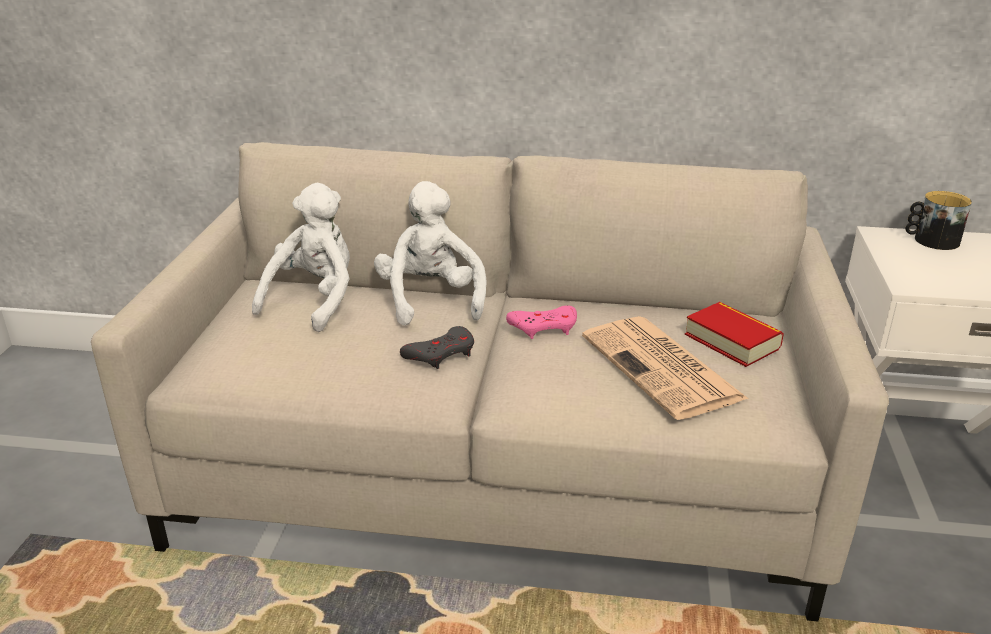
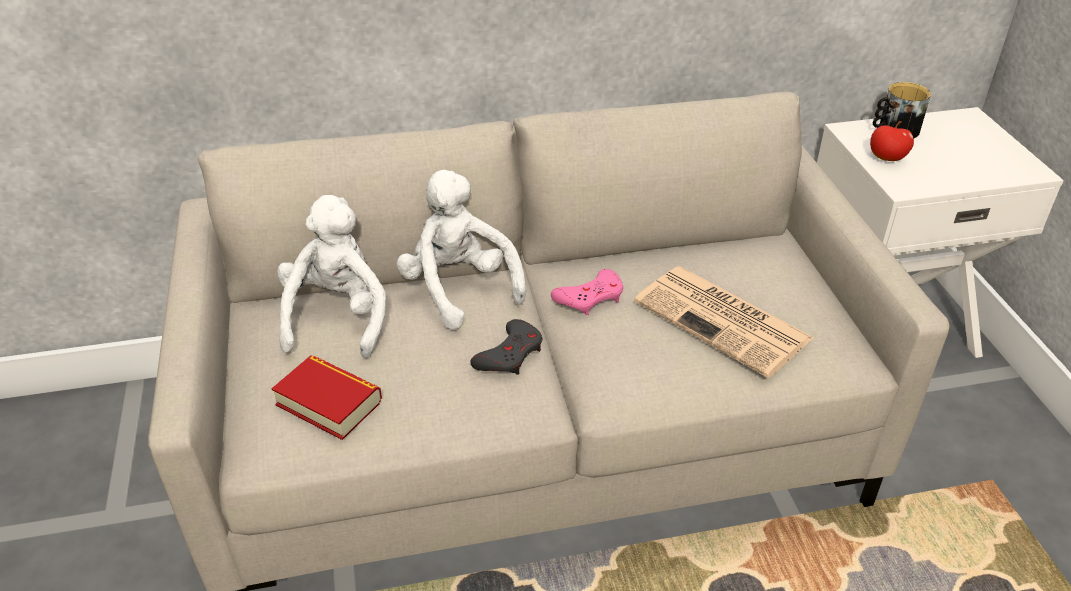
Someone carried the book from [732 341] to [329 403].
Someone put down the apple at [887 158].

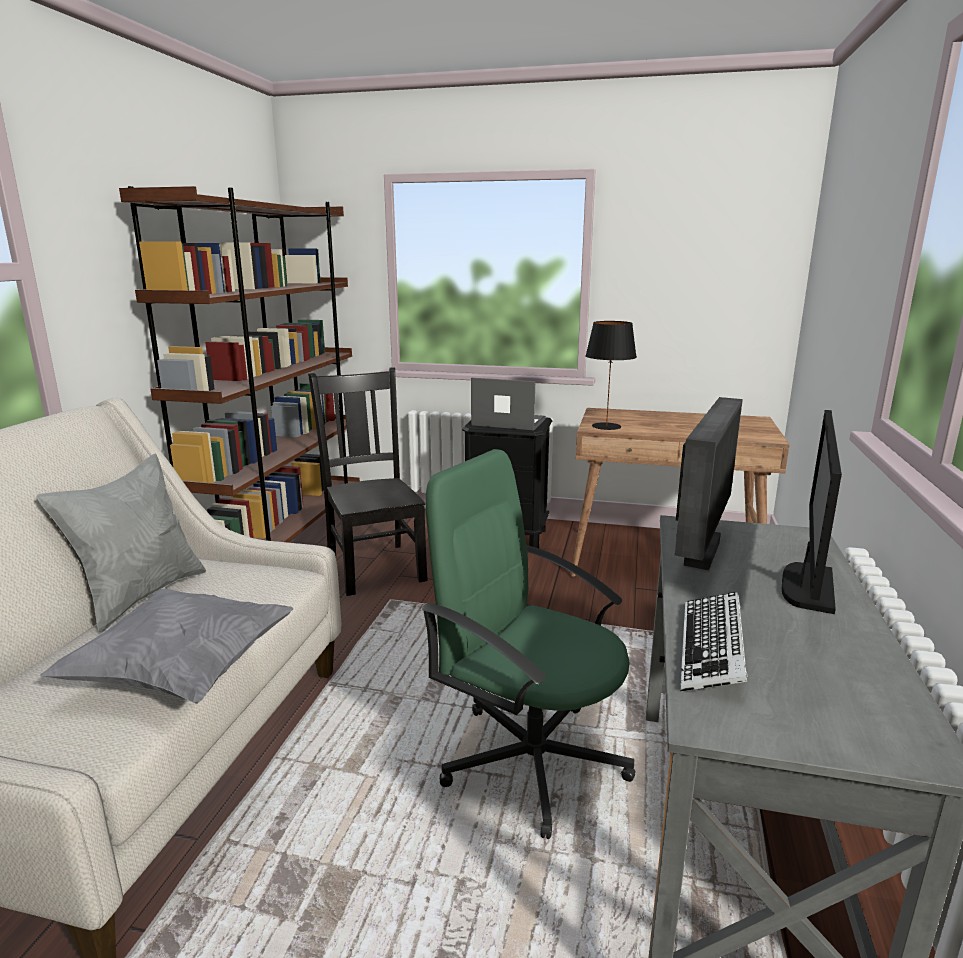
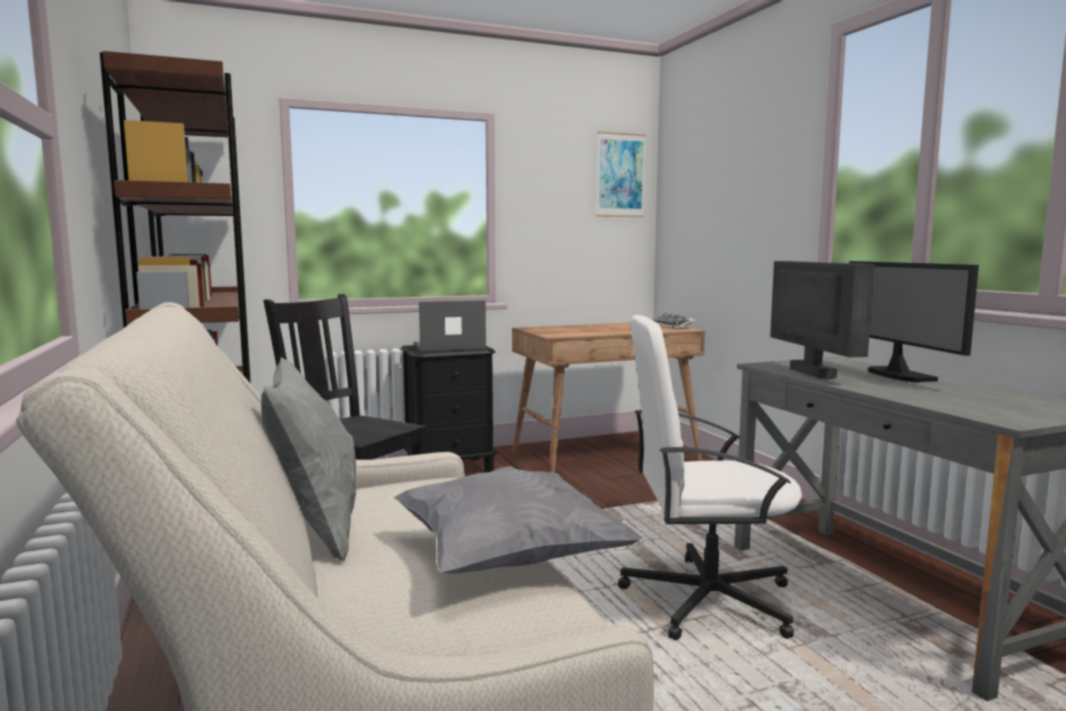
Someone put up the picture at [620 175].
Someone repainted the office chair/green at [531 758], which became the office chair/white at [705 599].
Someone carried the keyboard from [712 649] to [672 326].
Someone took away the table lamp/black at [607 426].

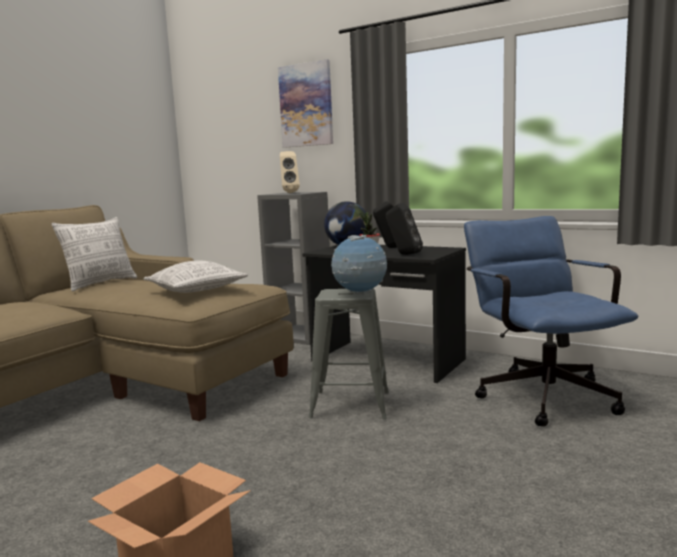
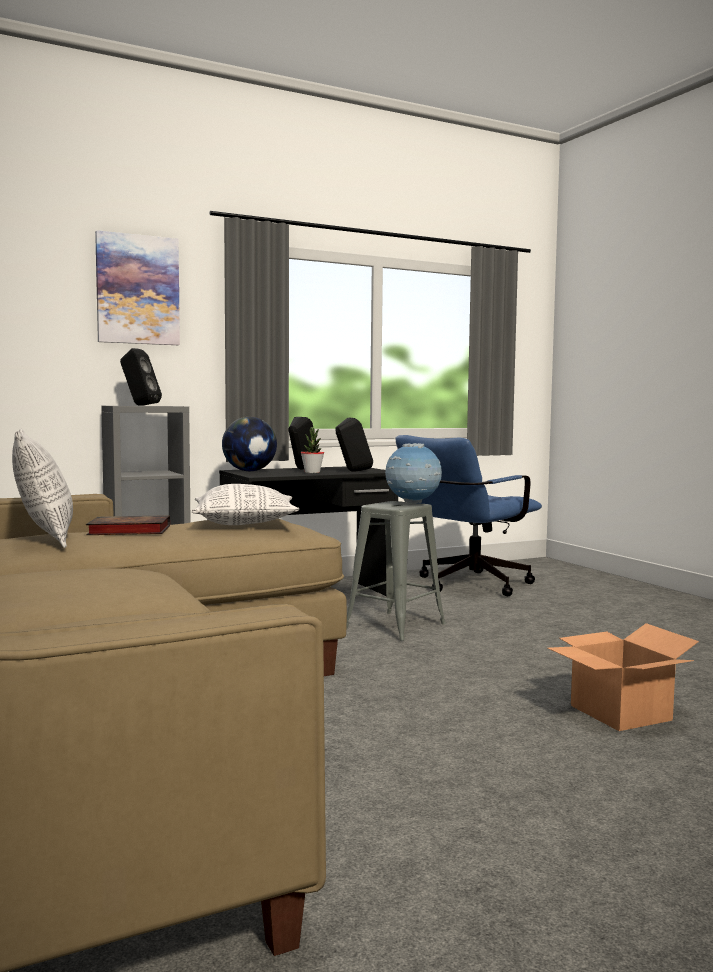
Someone put down the book at [127 531].
Someone repainted the speaker/beige at [289 193], which became the speaker/black at [139 405].
Someone rotated the office chair/blue at [540 393] by 60 degrees counterclockwise.

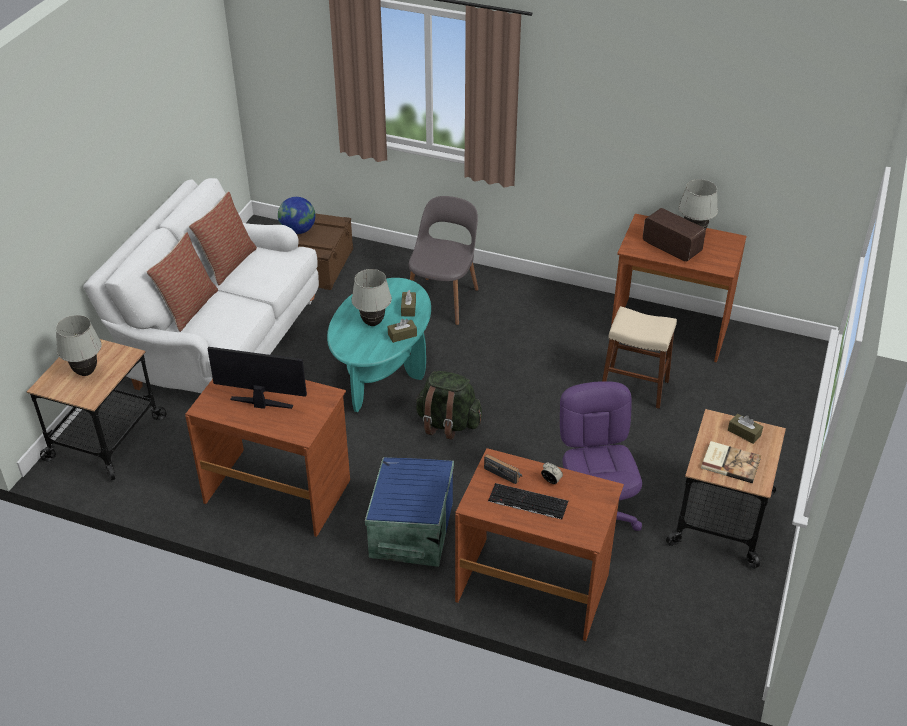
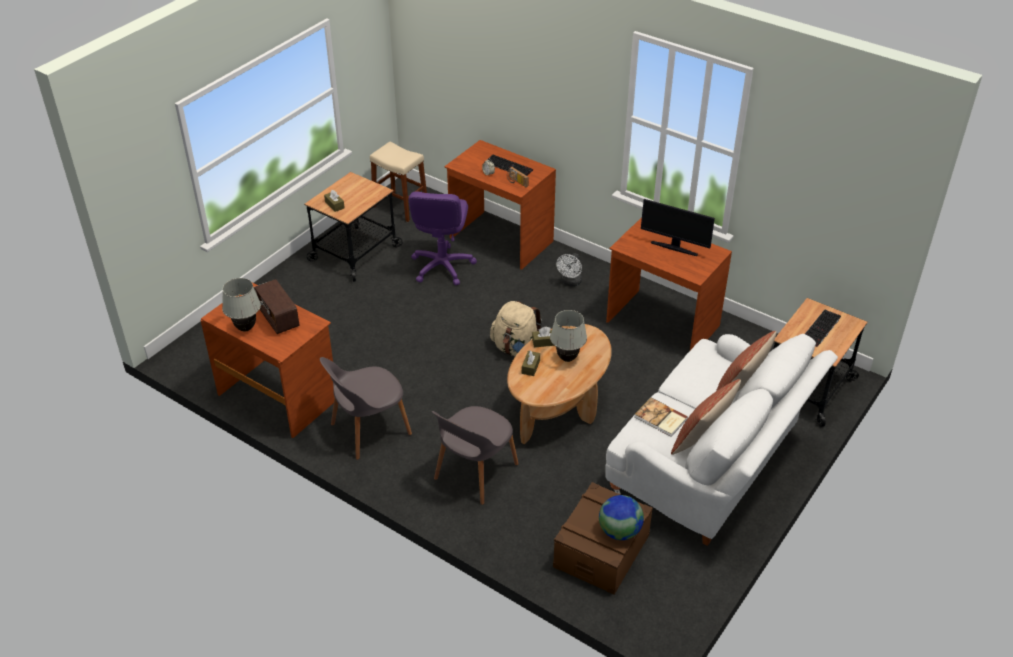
Someone put down the chair/grey at [368 430].
Someone carried the stool/beige from [634 387] to [400 206].
Someone repainted the backpack/green at [447 424], which became the backpack/beige at [517 349].
Someone repainted the coffee table/turquoise at [382 370], which became the coffee table/brown at [558 407].
Someone swapped the storage box/blue at [410 530] for the fan/white at [570 283].
Someone carried the book from [730 463] to [660 419].
Someone swapped the table lamp/white at [86 372] for the keyboard at [821 329].

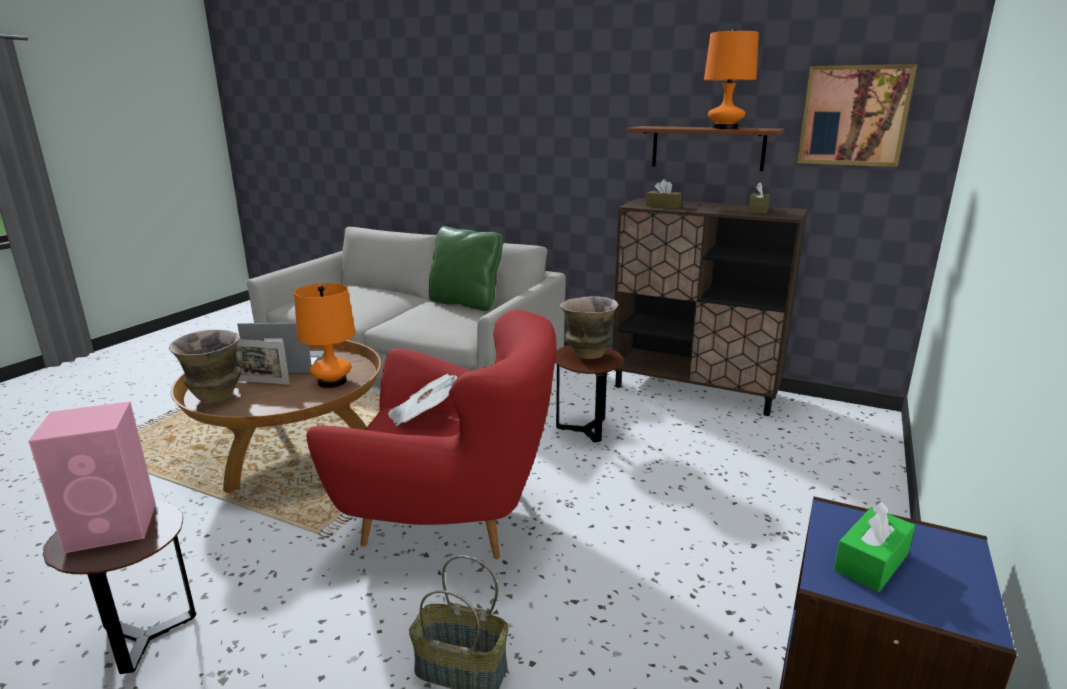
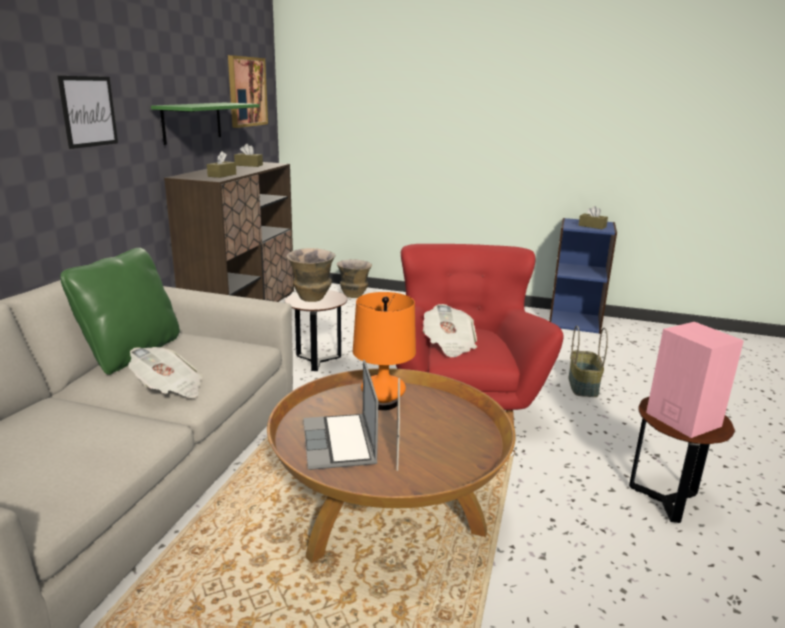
Someone put up the picture at [88 111].
Someone put down the newspaper at [169 389].
Someone repainted the shelf/brown at [707 148], which became the shelf/green at [192 122].
Someone carried the vase from [216 397] to [354 295].
Someone repainted the tissue box/green at [871 562], which became the tissue box/brown at [592 226].
Someone took away the table lamp/orange at [725 128].

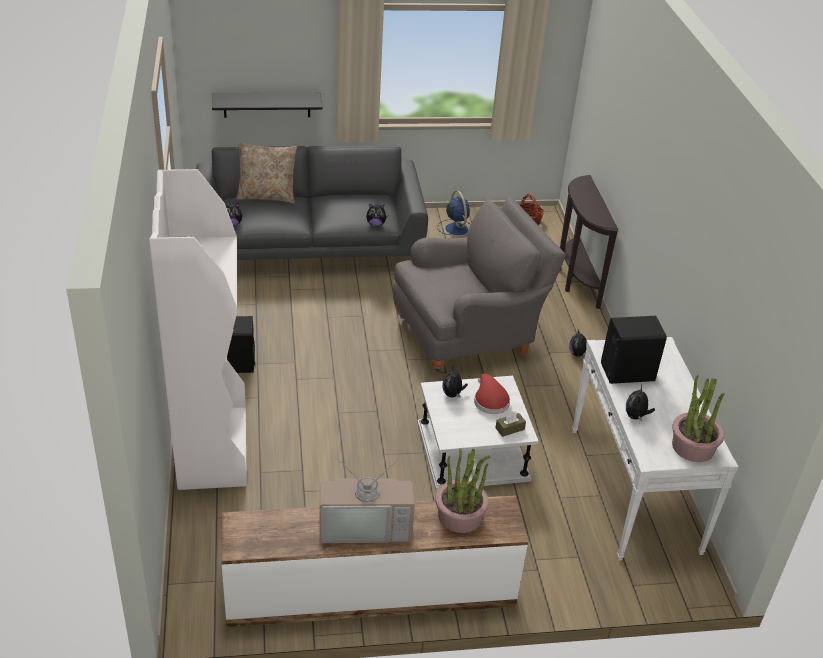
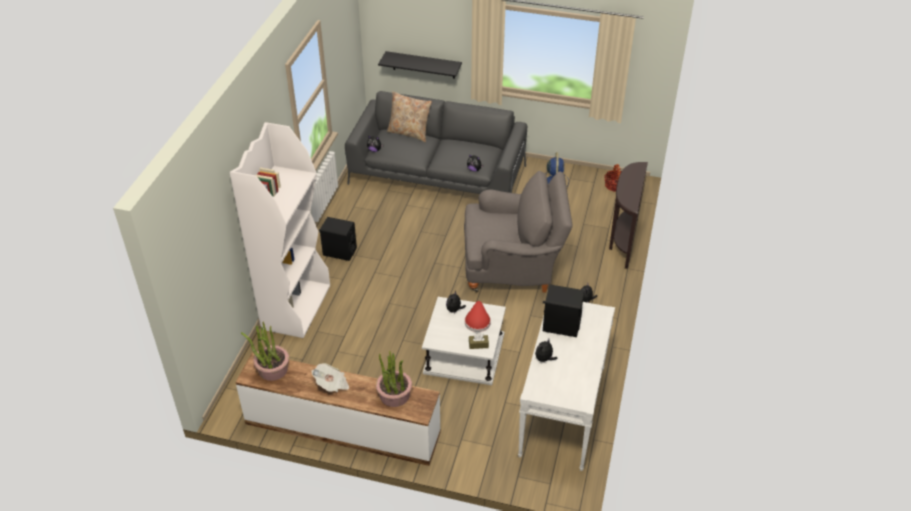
Someone carried the potted plant from [692 447] to [272 369].
Someone swapped the television at [365 526] for the newspaper at [332 384].

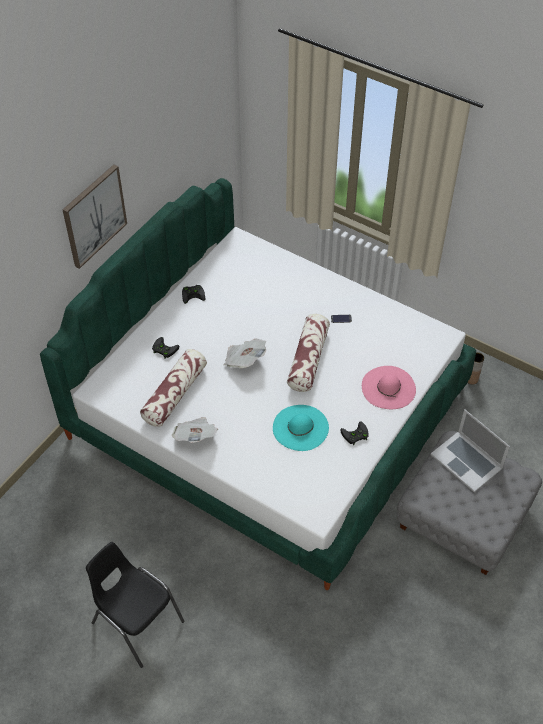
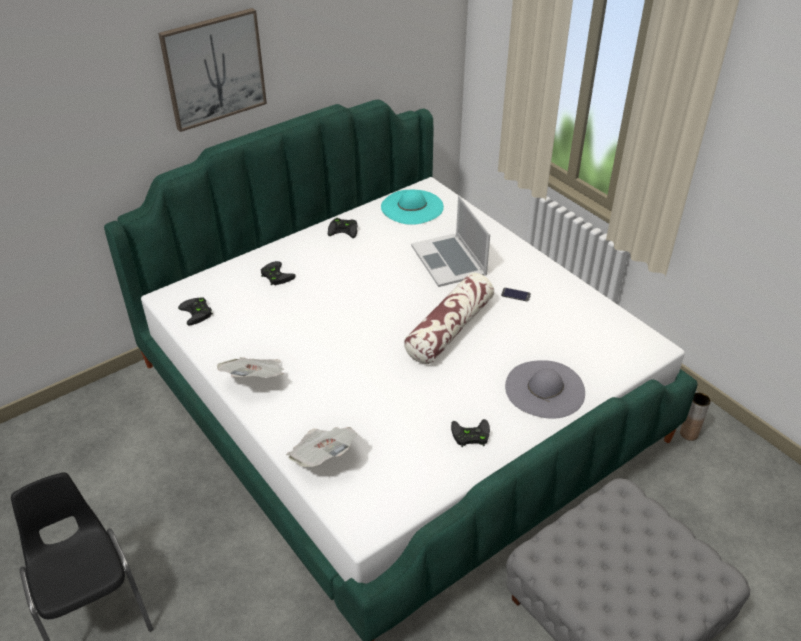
Someone put down the game controller/black at [198 313].
Someone carried the newspaper from [244 360] to [322 456].
Someone carried the hat/turquoise from [300 428] to [412 207].
Someone carried the laptop from [467 461] to [449 260].
Someone repainted the hat/pink at [388 387], which became the hat/grey at [545 389].
Someone took away the pillow at [175 394].

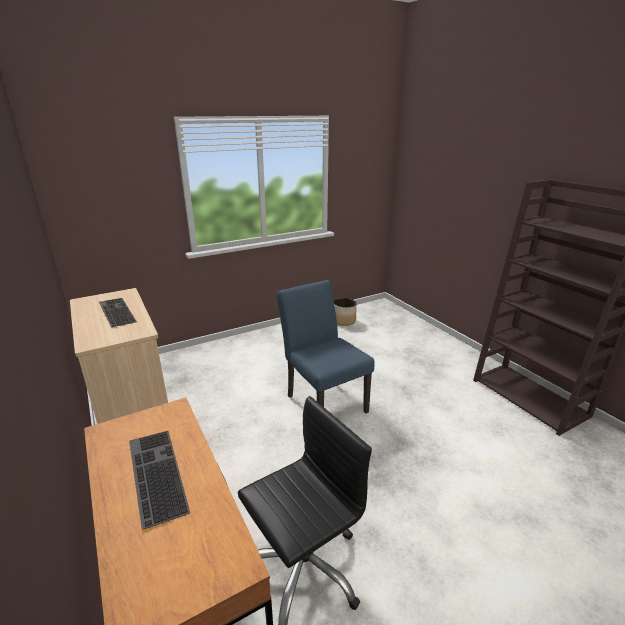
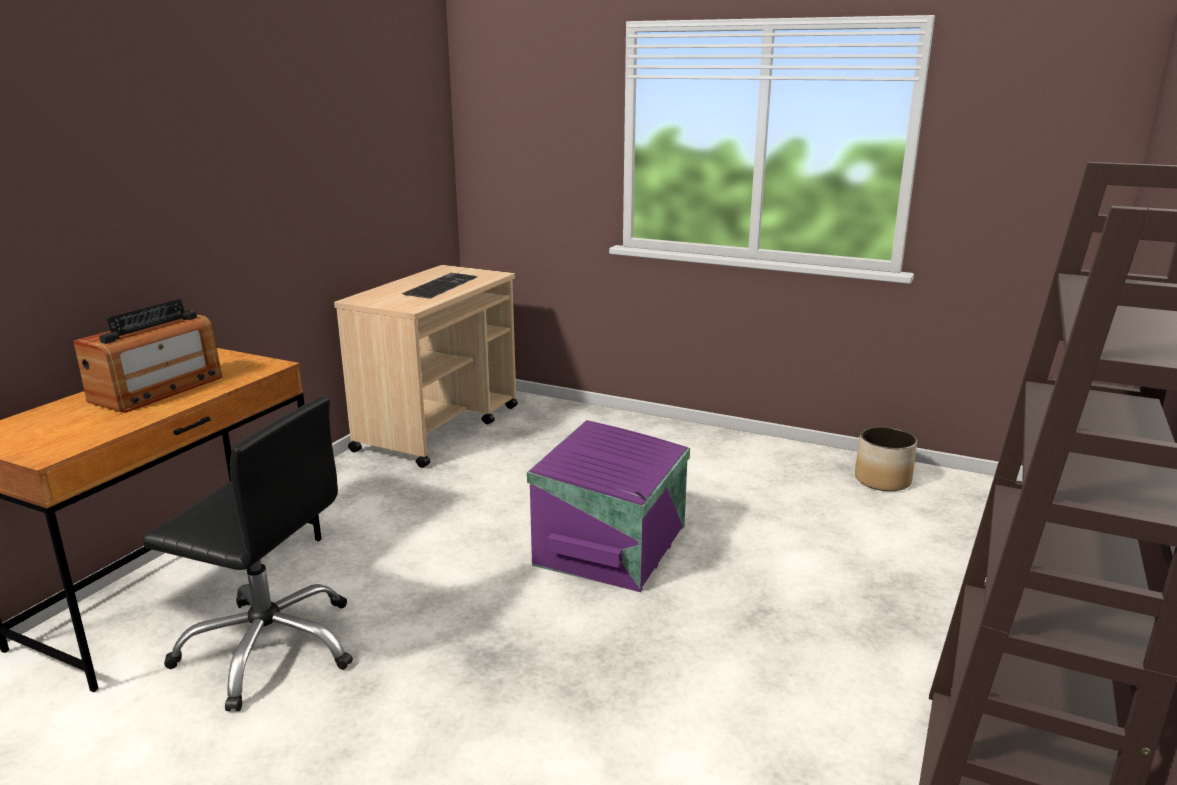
Someone swapped the keyboard at [154 474] for the radio at [157 389].
Someone swapped the chair/blue at [323 400] for the storage box/purple at [614 544].

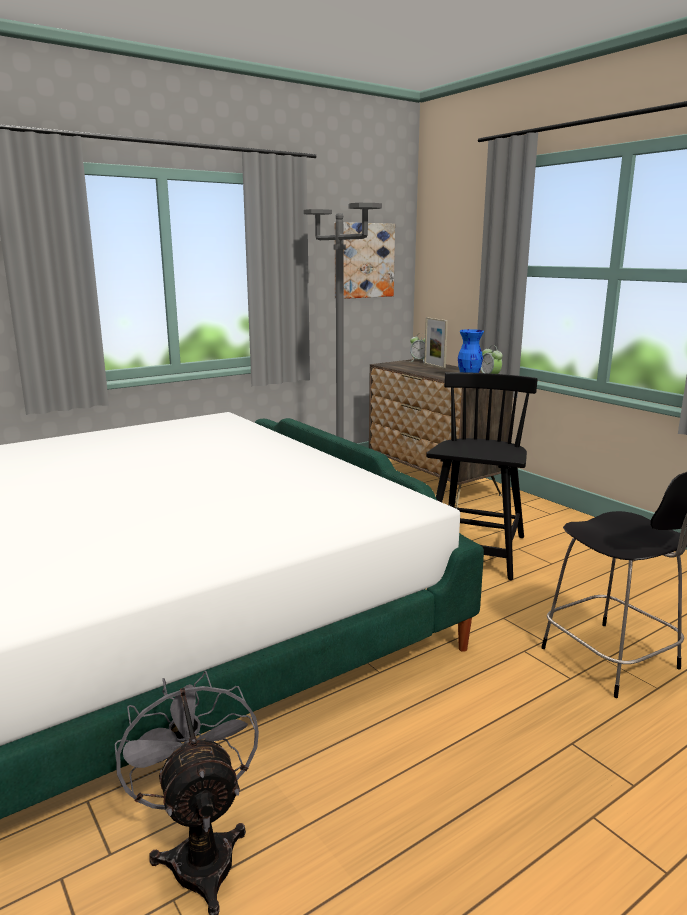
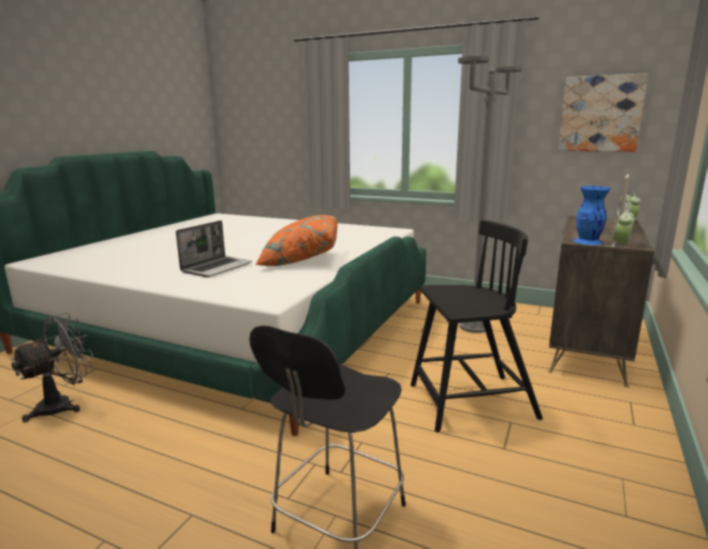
Someone put down the laptop at [217 268].
Someone put down the pillow/orange at [300 259].

